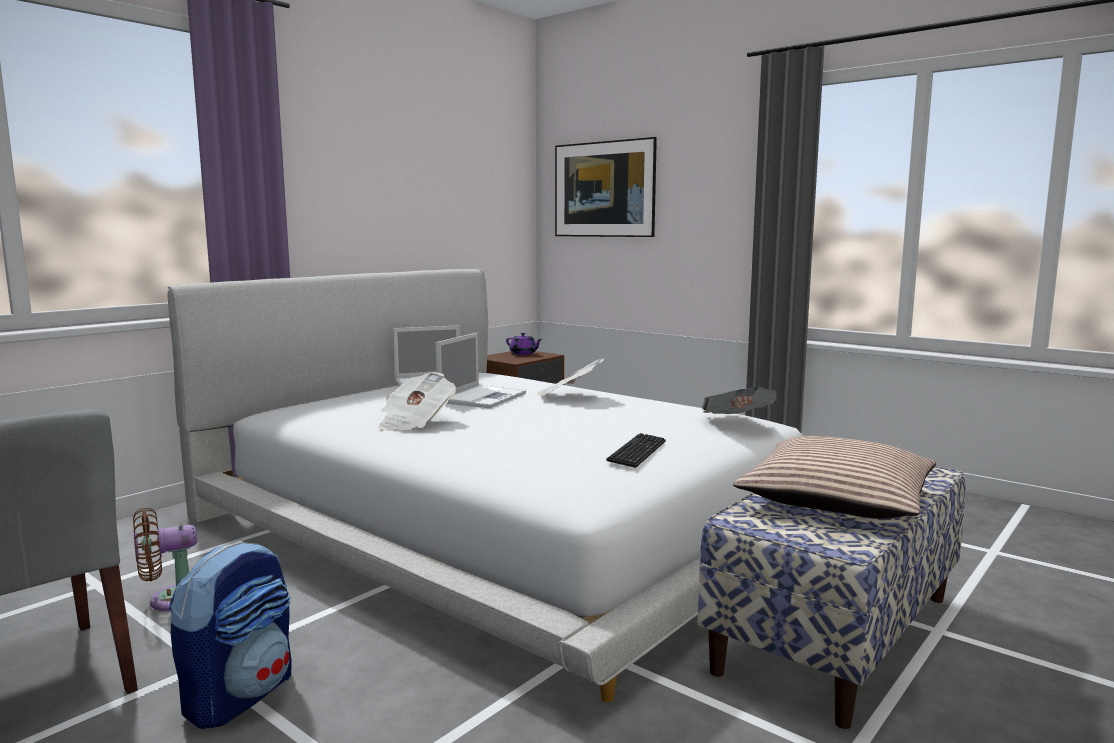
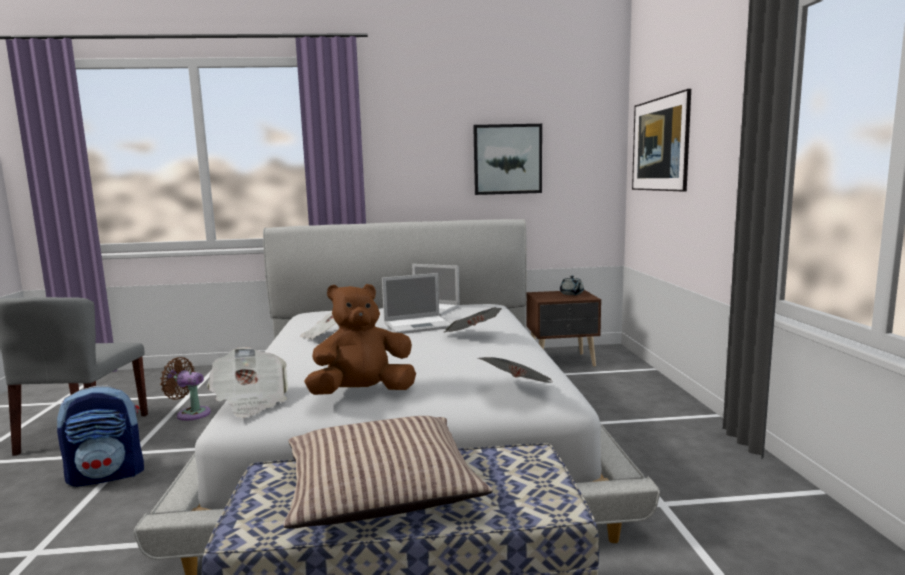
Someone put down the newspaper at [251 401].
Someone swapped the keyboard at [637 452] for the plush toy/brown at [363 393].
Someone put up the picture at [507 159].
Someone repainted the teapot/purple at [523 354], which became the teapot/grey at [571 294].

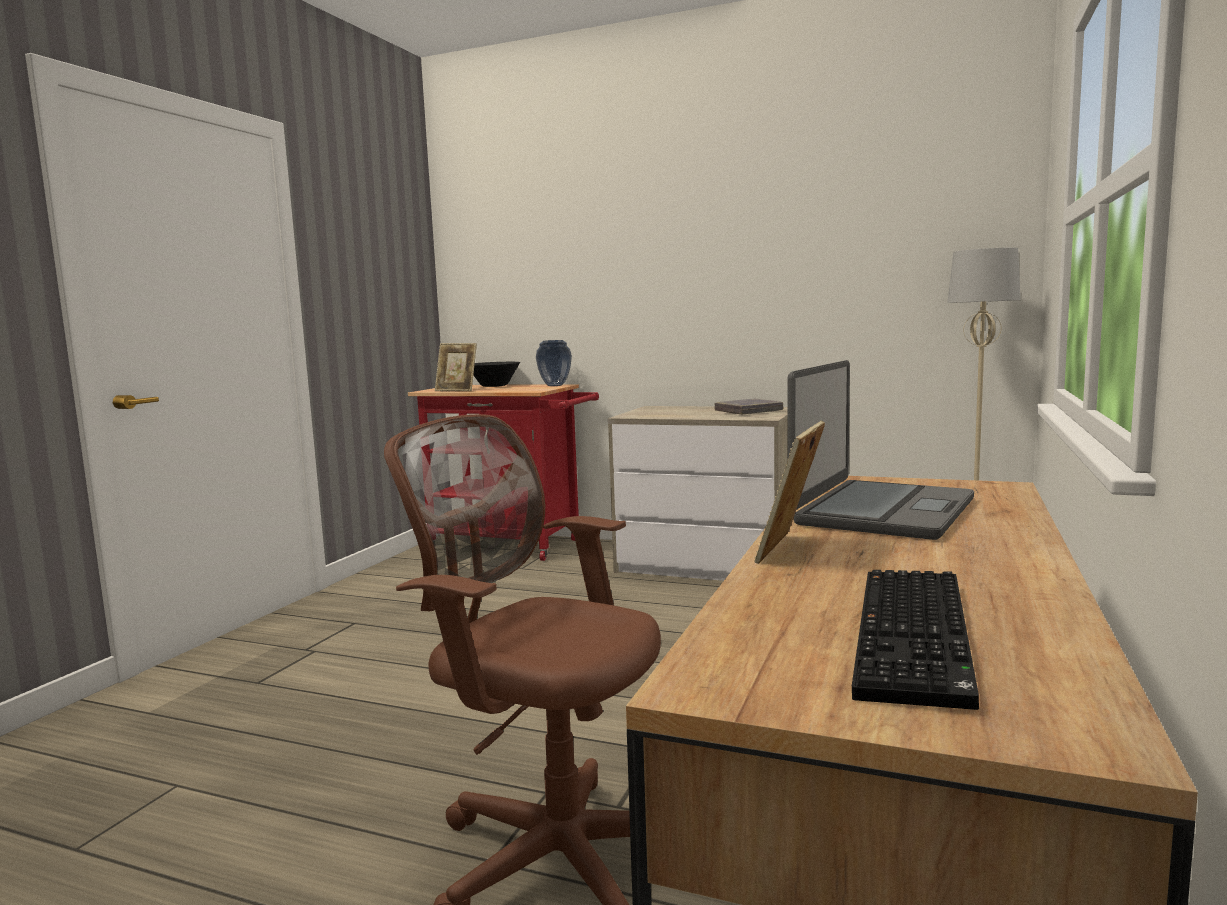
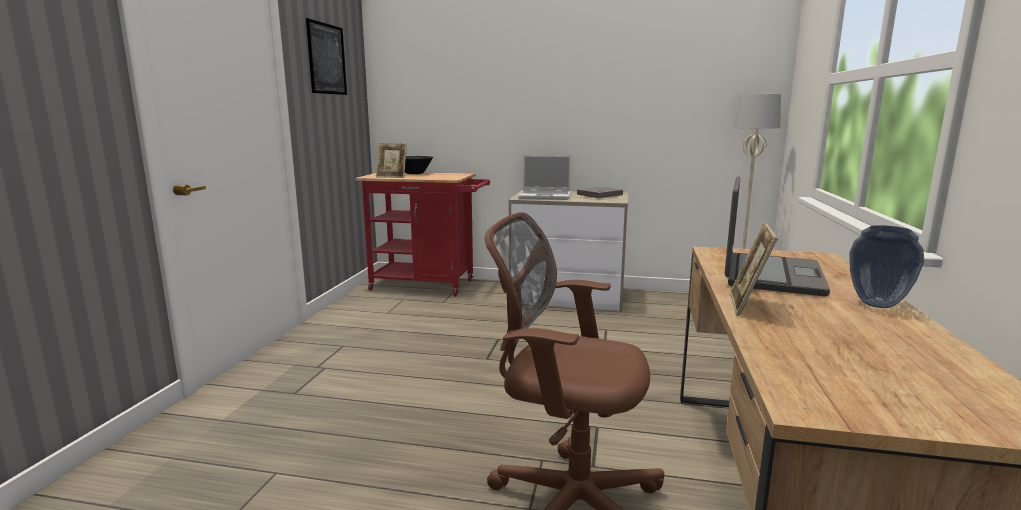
Someone put up the picture at [327 59].
Someone put down the laptop at [545 196].
Someone carried the vase from [554 385] to [878 304].
Someone took away the keyboard at [918 636].

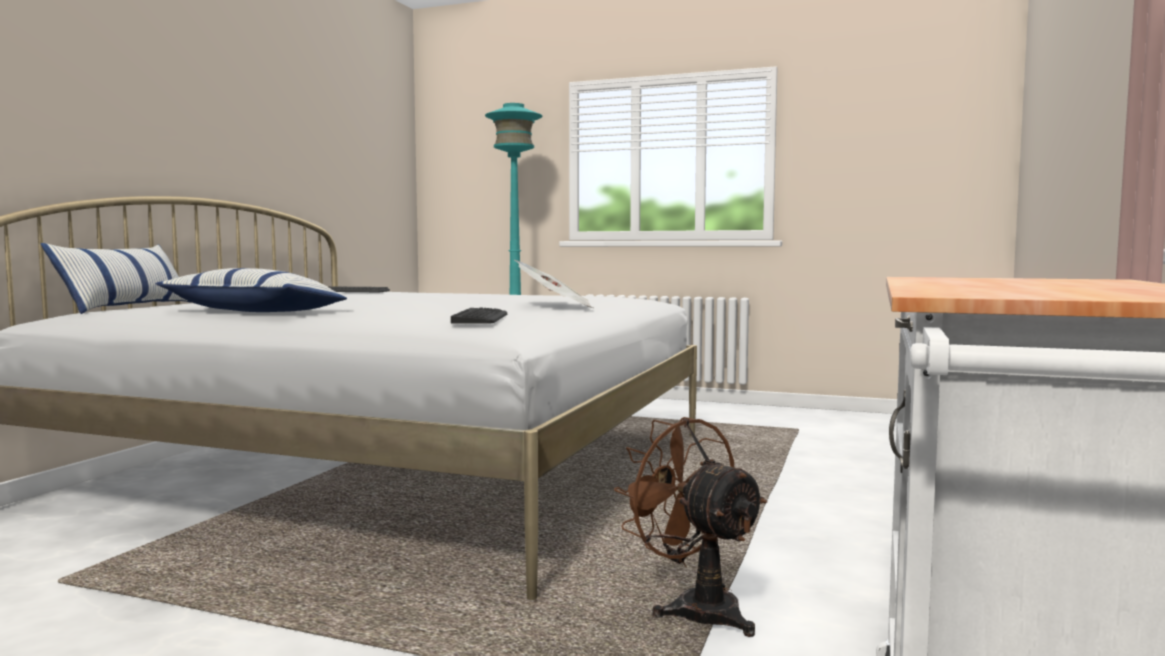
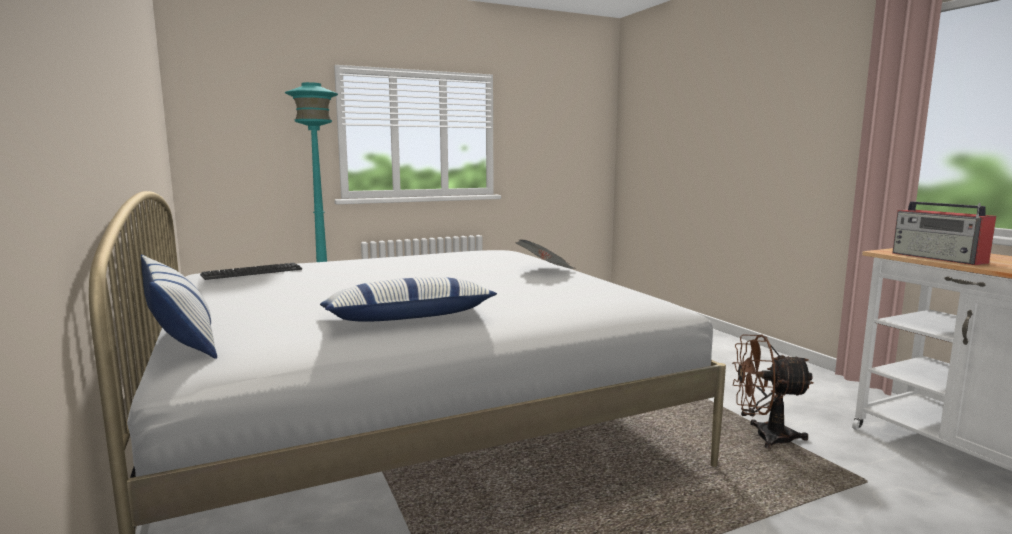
Someone put down the radio at [939 258].
Someone took away the keyboard at [481 318].

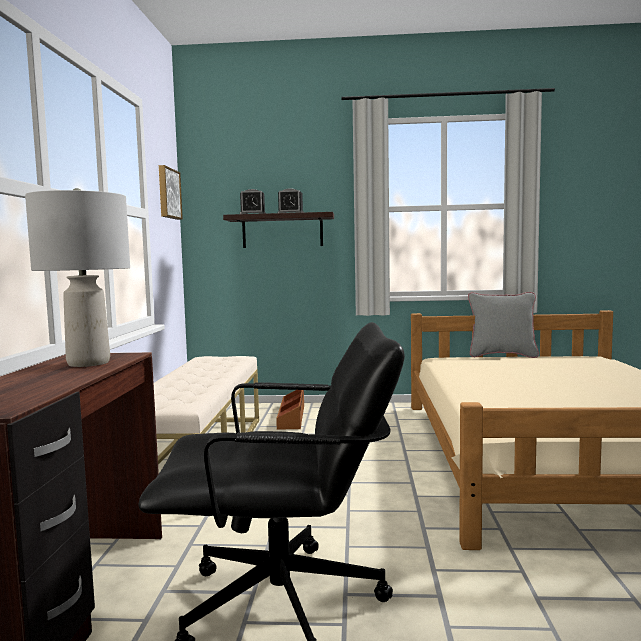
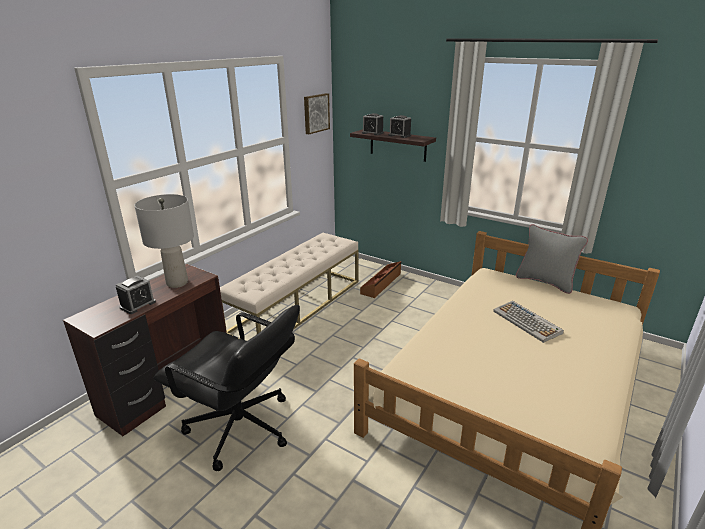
Someone put down the alarm clock at [138 305].
Someone put down the keyboard at [527 322].

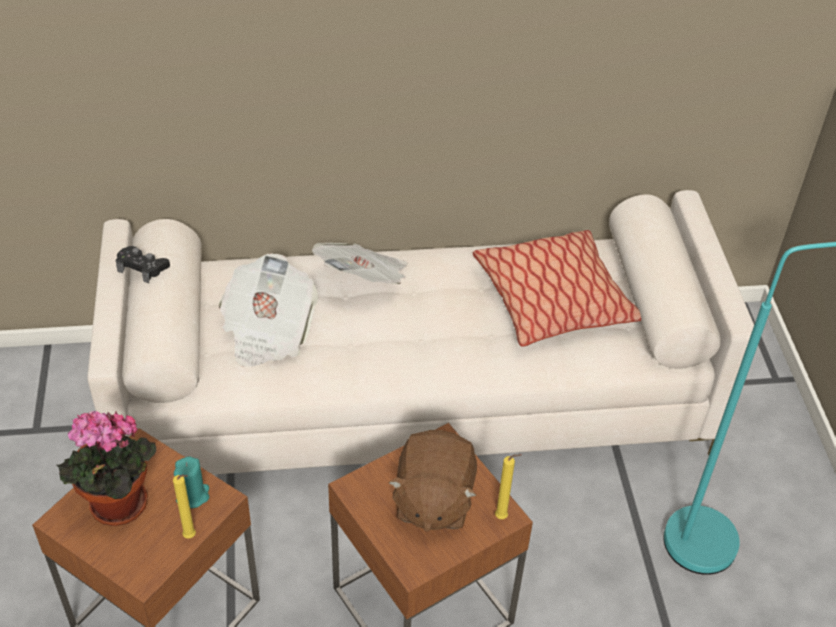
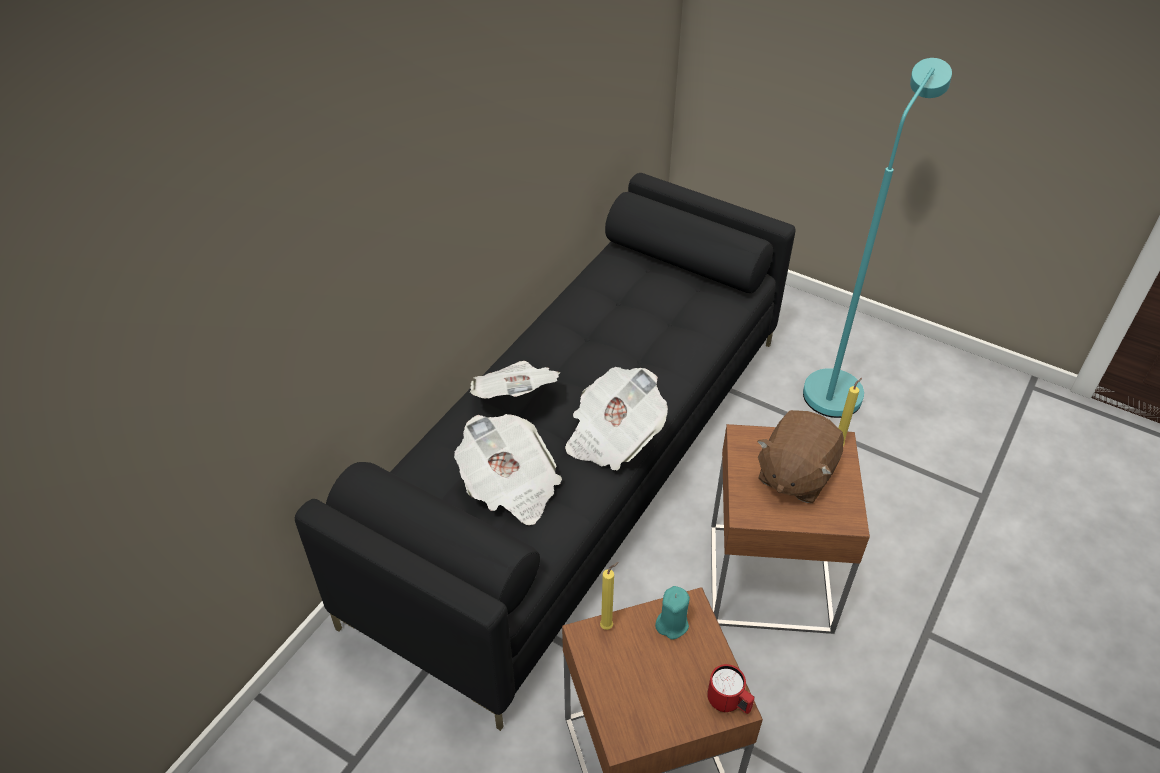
Someone repainted the sofa/beige at [416 400], which became the sofa/black at [579 467].
Someone put down the newspaper at [612 436].
Someone carried the candle/yellow from [191 537] to [608 626].
Someone put down the mug/red at [728 703].
Someone rotated the plush toy/brown at [432 500] by 75 degrees clockwise.
Someone took away the potted plant at [116 508].
Someone took away the game controller/black at [142 268].
Someone took away the pillow at [554 301].

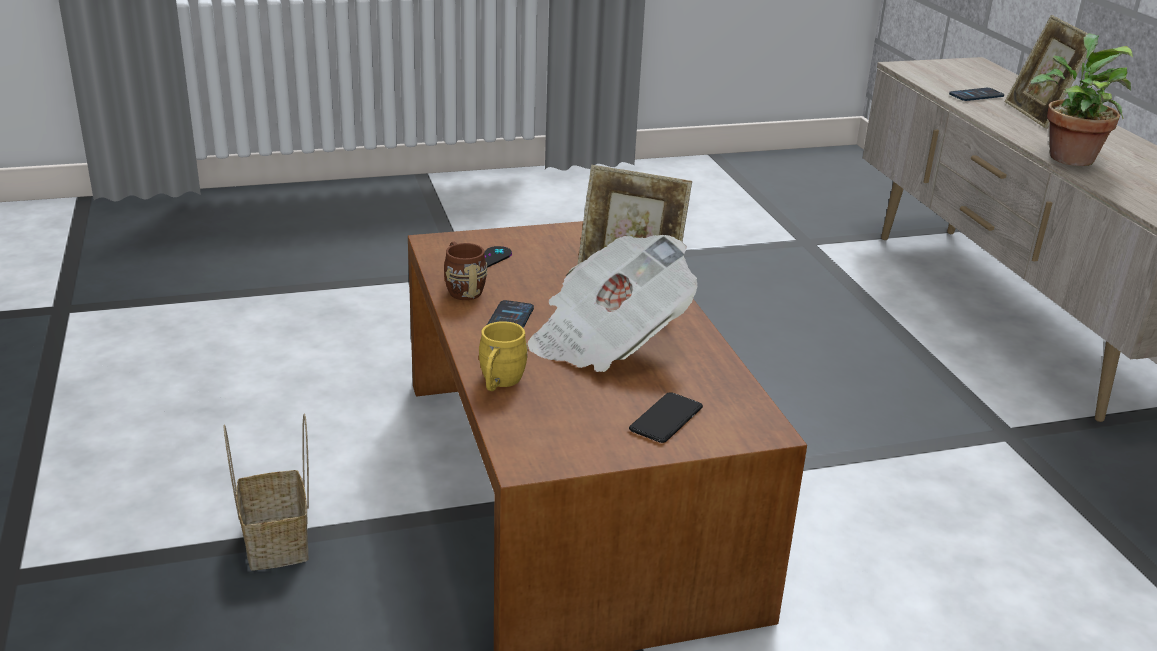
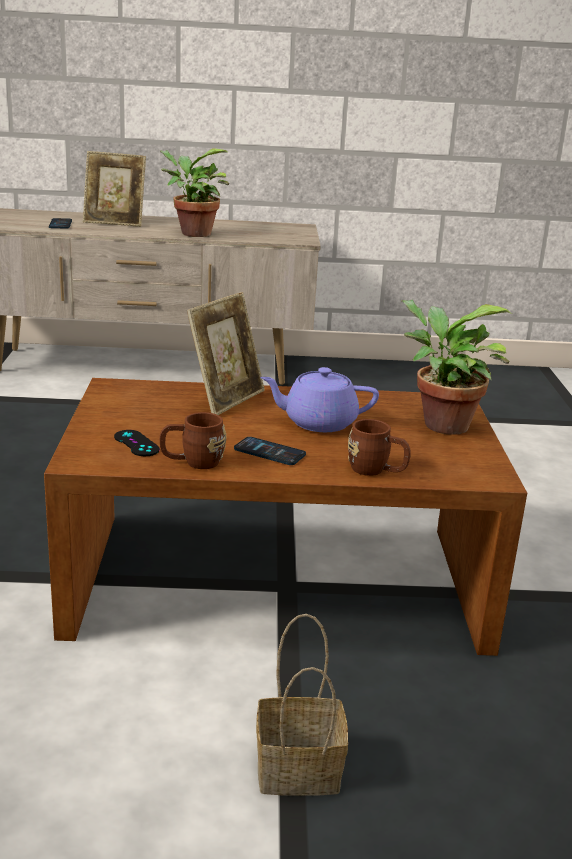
Someone swapped the newspaper at [607 340] for the teapot/purple at [318 422].
Someone repainted the mug/yellow at [499 383], which became the mug/brown at [376 471].
Someone swapped the phone at [666 419] for the potted plant at [439 424].

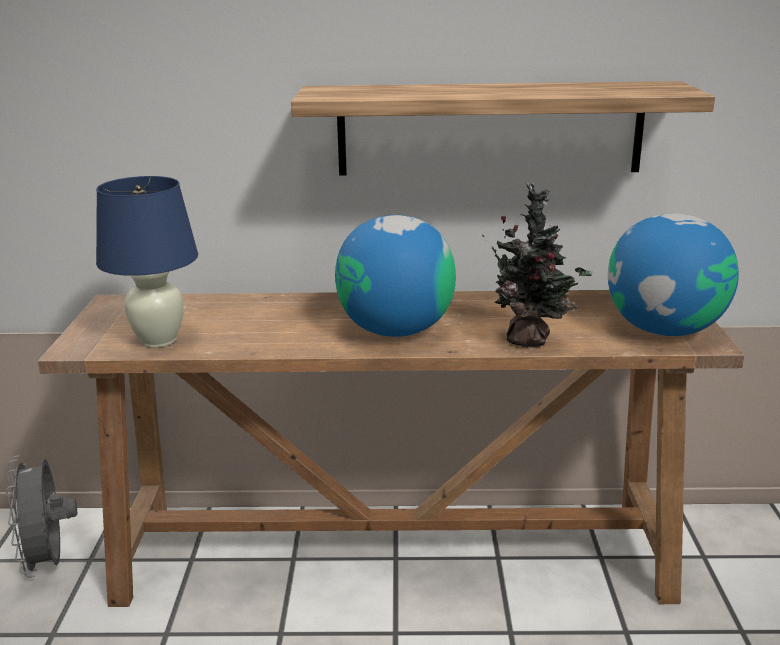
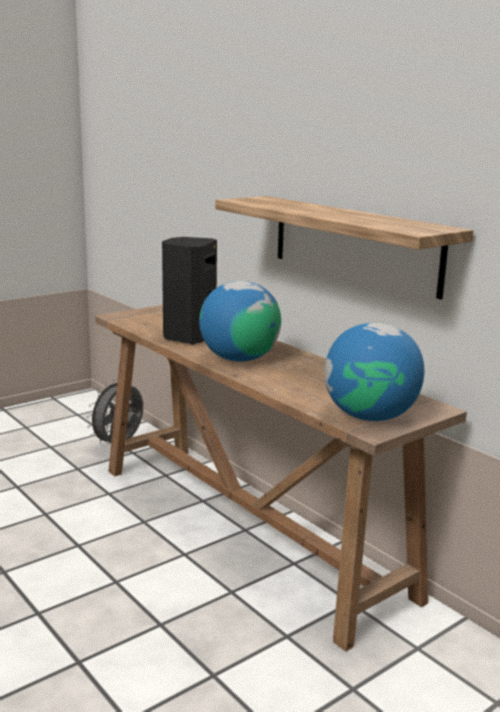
Someone put down the speaker/black at [188 337].
Someone took away the table lamp/blue at [159 340].
Someone took away the potted plant at [531 341].

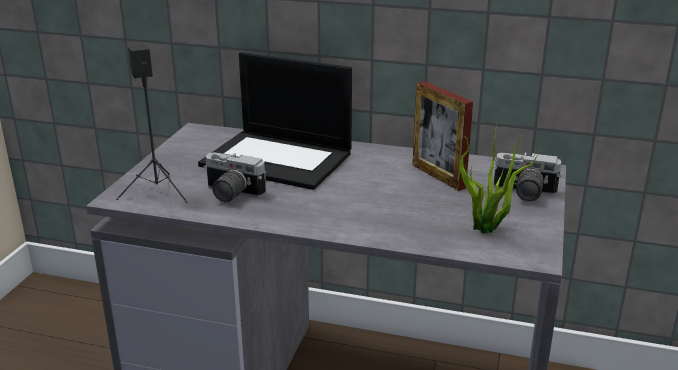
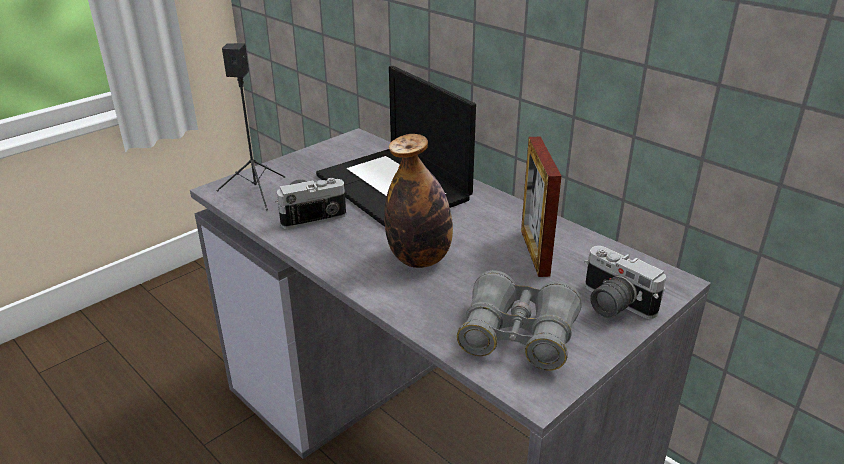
Someone rotated the photo camera at [230 195] by 105 degrees clockwise.
Someone put down the bottle at [419 259].
Someone swapped the potted plant at [487 229] for the binoculars/grey at [518 336].

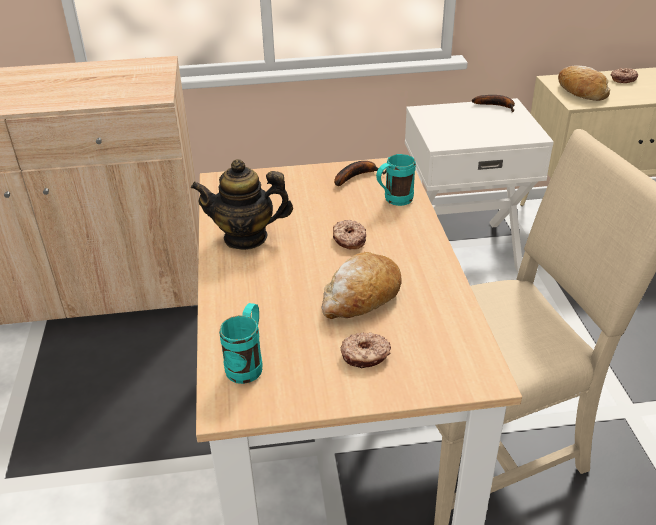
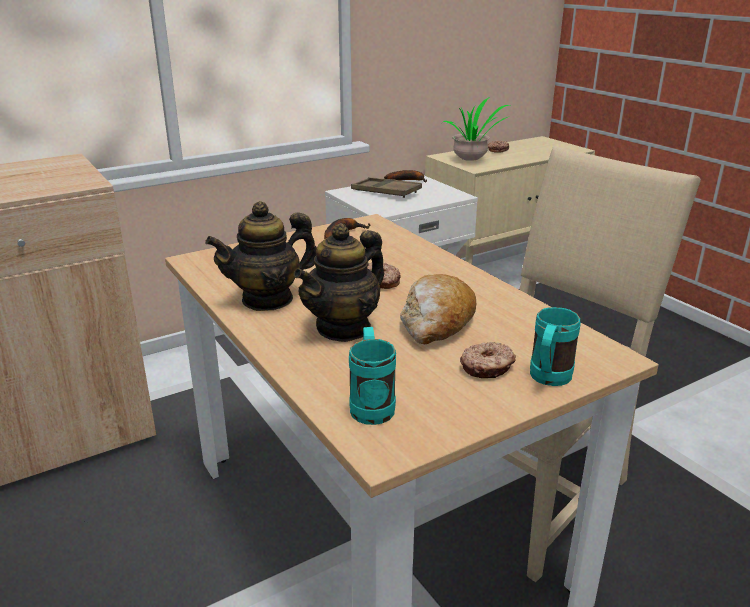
Someone put down the teapot at [344 328].
Someone put down the tray/brown at [385 192].
Someone swapped the bread at [580 91] for the potted plant at [472 161].
Someone carried the mug/turquoise from [393 201] to [547 380].

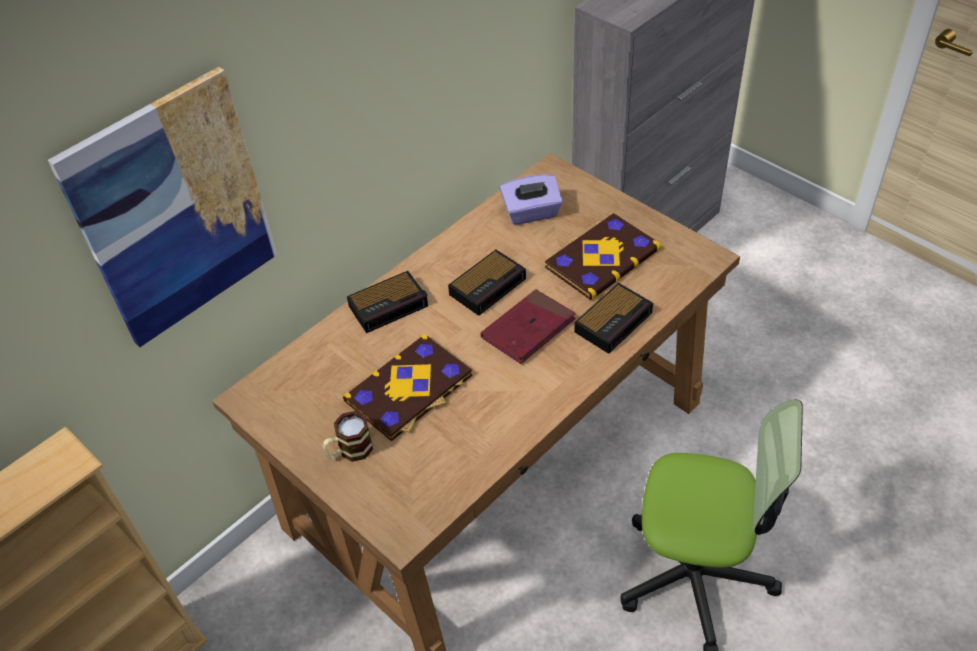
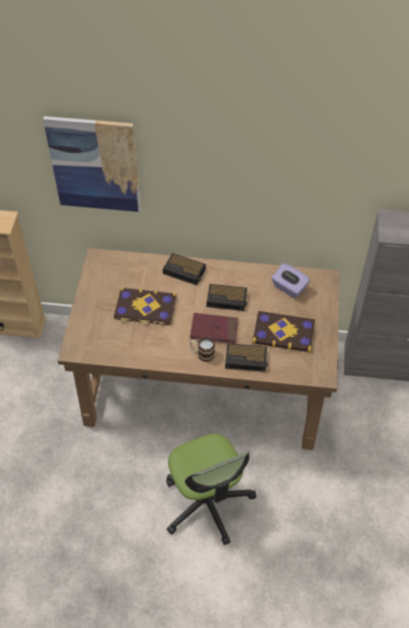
Someone carried the mug from [349 451] to [202 353].

